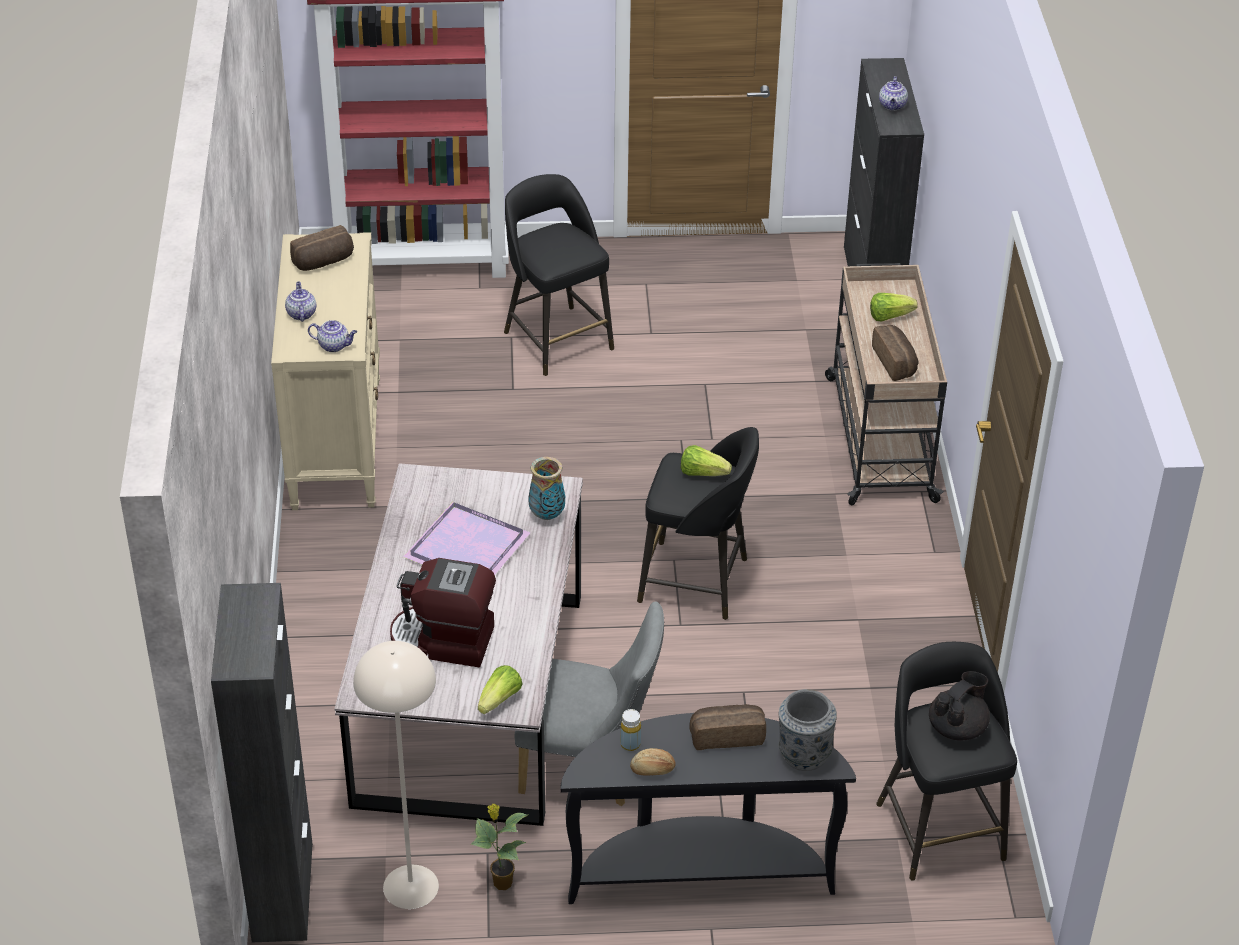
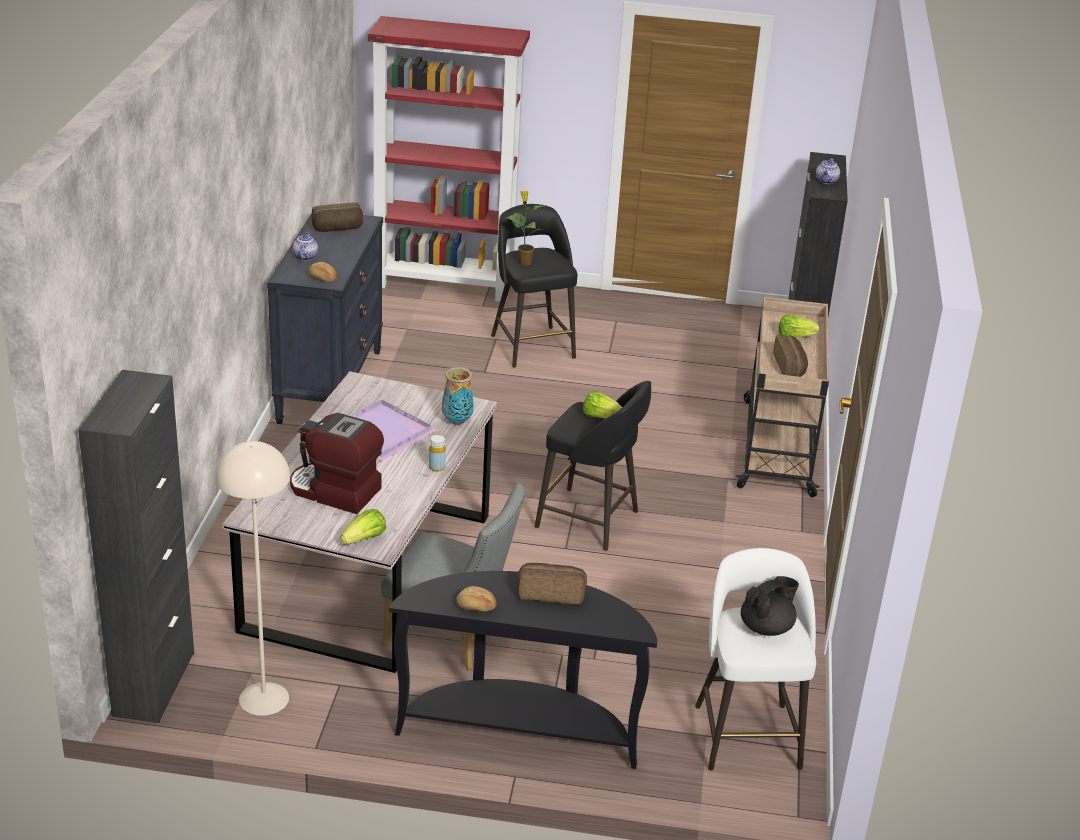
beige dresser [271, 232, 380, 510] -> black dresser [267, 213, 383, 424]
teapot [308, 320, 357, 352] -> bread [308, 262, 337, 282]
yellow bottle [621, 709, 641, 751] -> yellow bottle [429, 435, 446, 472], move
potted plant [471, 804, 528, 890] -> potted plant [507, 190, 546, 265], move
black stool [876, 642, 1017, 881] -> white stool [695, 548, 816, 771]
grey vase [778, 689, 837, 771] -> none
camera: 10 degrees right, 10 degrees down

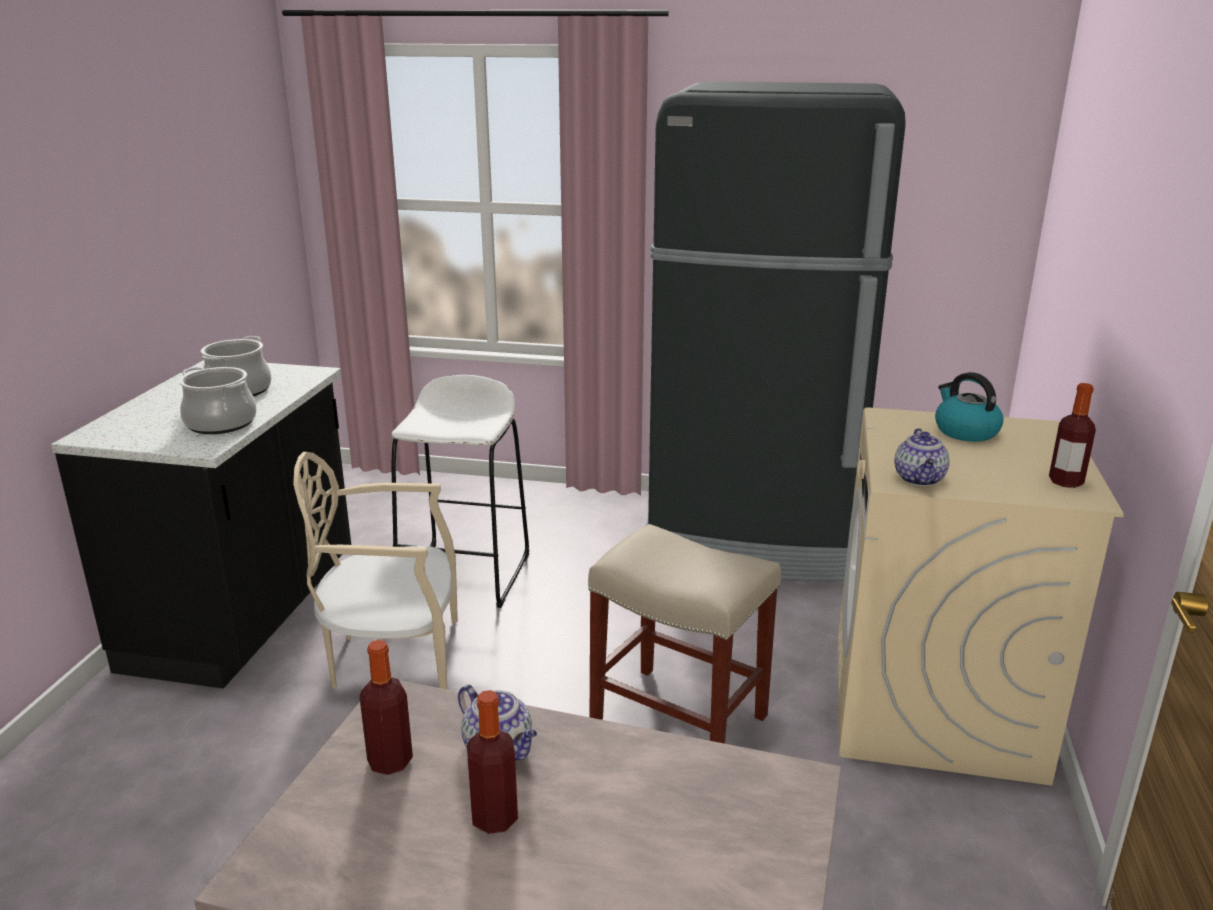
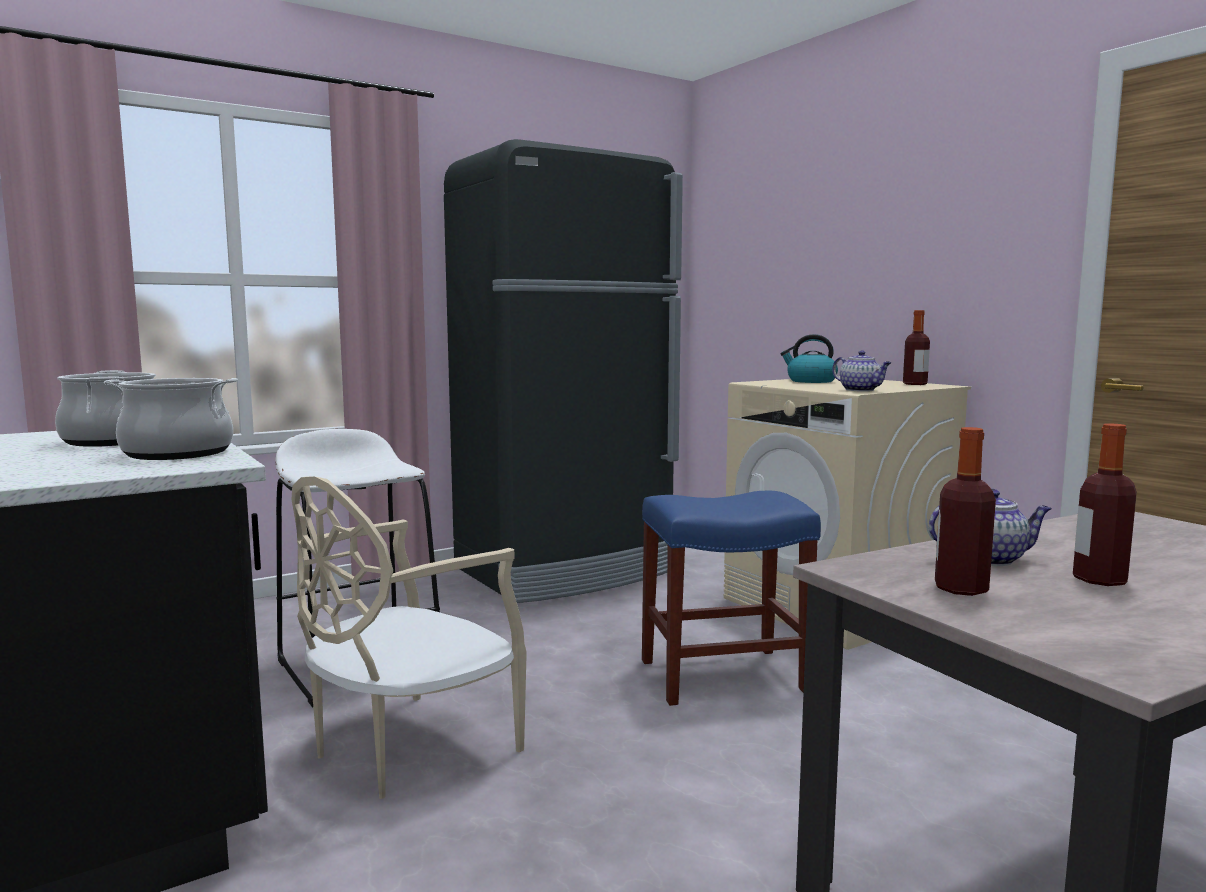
beige stool [588, 524, 781, 744] -> blue stool [642, 491, 821, 706]
camera: 45 degrees left, 15 degrees down

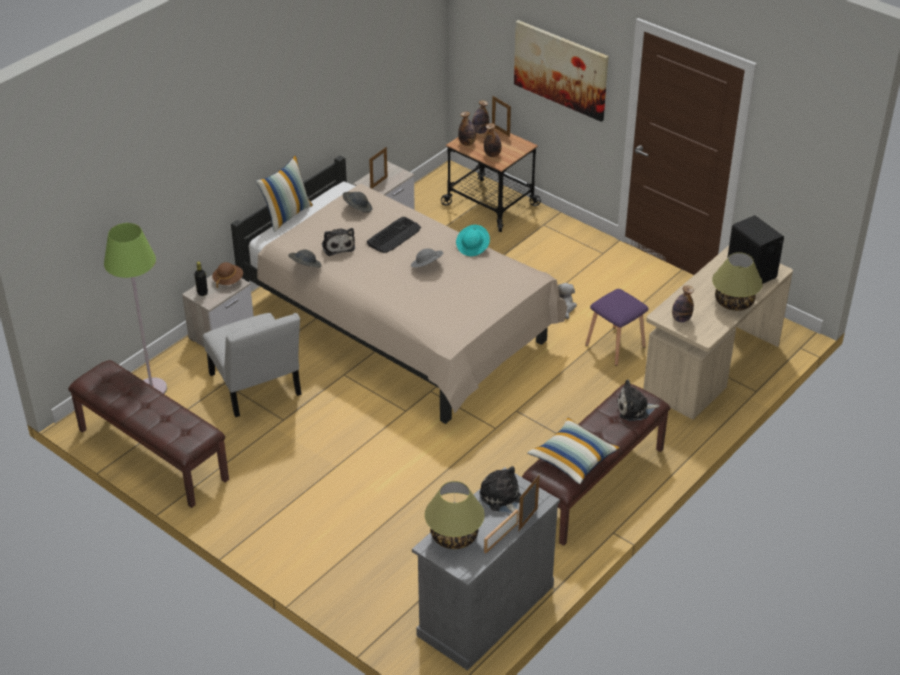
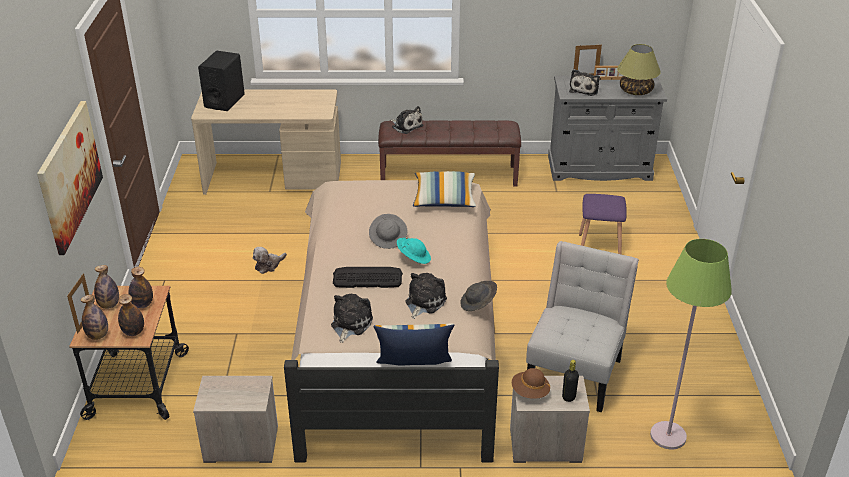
bottle [672, 285, 694, 323] -> bottle [94, 265, 119, 309], move
grey hat [343, 192, 372, 213] -> plush toy [331, 294, 373, 343]
turquoise hat [456, 225, 490, 256] -> turquoise hat [397, 238, 431, 264], move
pillow [527, 417, 620, 484] -> pillow [413, 171, 476, 207], move
purple stool [585, 289, 649, 366] -> purple stool [579, 194, 627, 255], move
brown bench [68, 360, 229, 508] -> none
picture frame [369, 147, 388, 189] -> none
table lamp [712, 252, 763, 311] -> none
camera: 130 degrees left, 5 degrees down

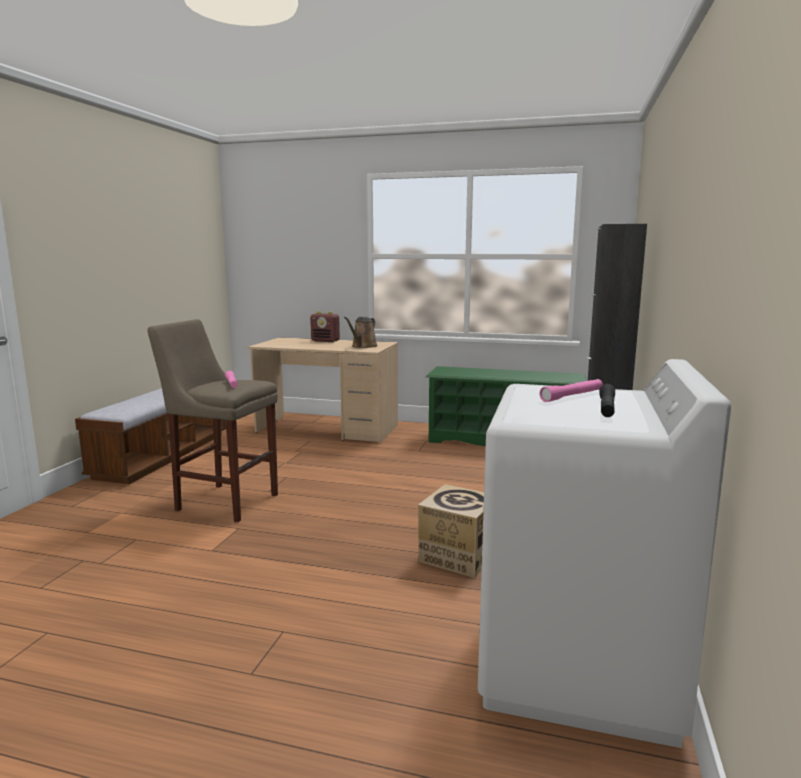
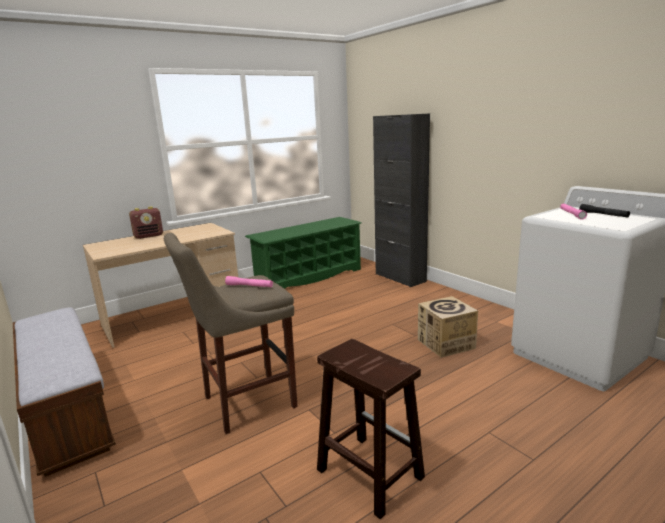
none -> brown stool [317, 339, 425, 519]
brown watering can [344, 317, 378, 348] -> none
camera: 50 degrees left, 5 degrees up

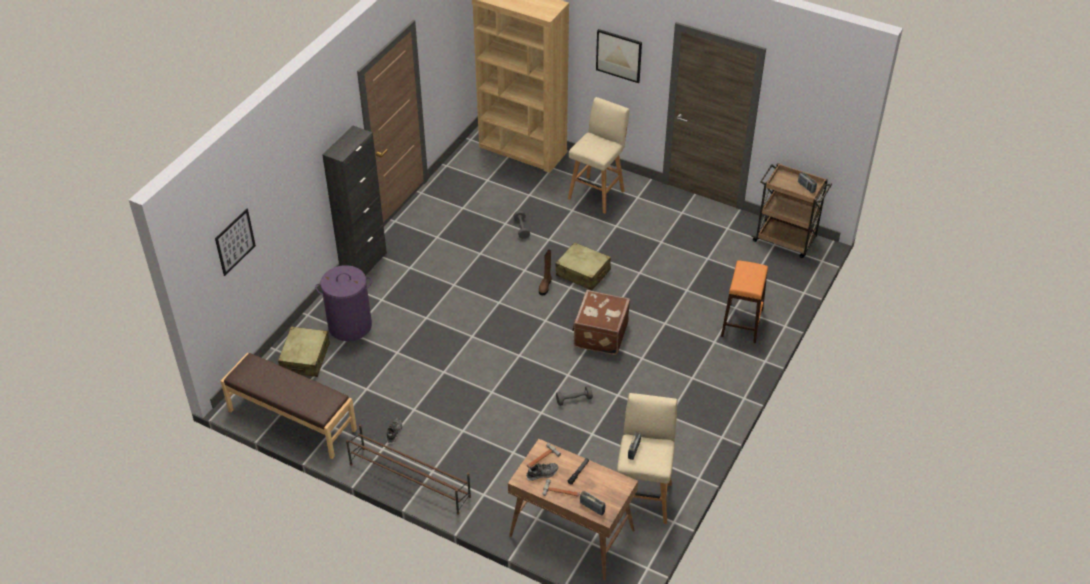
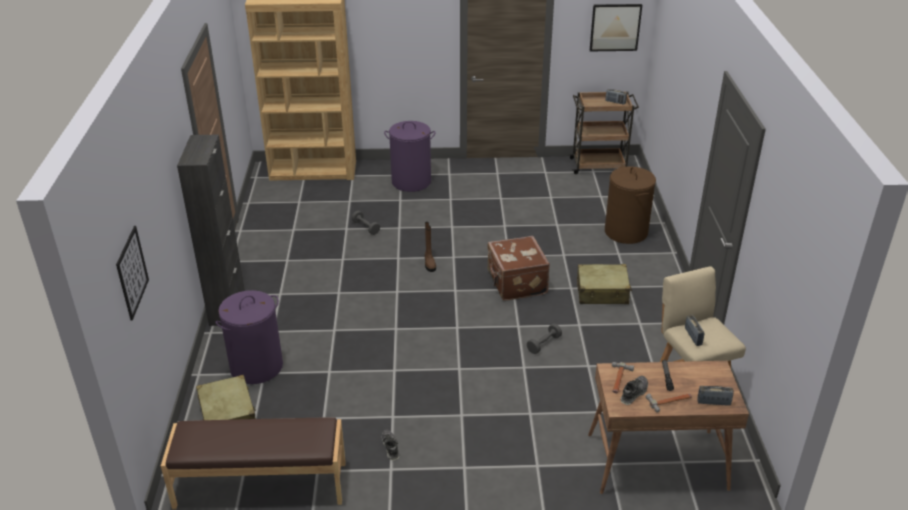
beige stool [568, 97, 629, 214] -> purple laundry basket [384, 121, 436, 192]
beige suitcase [555, 242, 611, 290] -> beige suitcase [577, 264, 632, 304], move
picture [596, 29, 642, 83] -> picture [589, 4, 642, 51], move
orange stool [721, 261, 768, 343] -> brown laundry basket [605, 166, 656, 244]
brown shoe rack [346, 425, 471, 515] -> none
camera: 30 degrees left, 10 degrees down

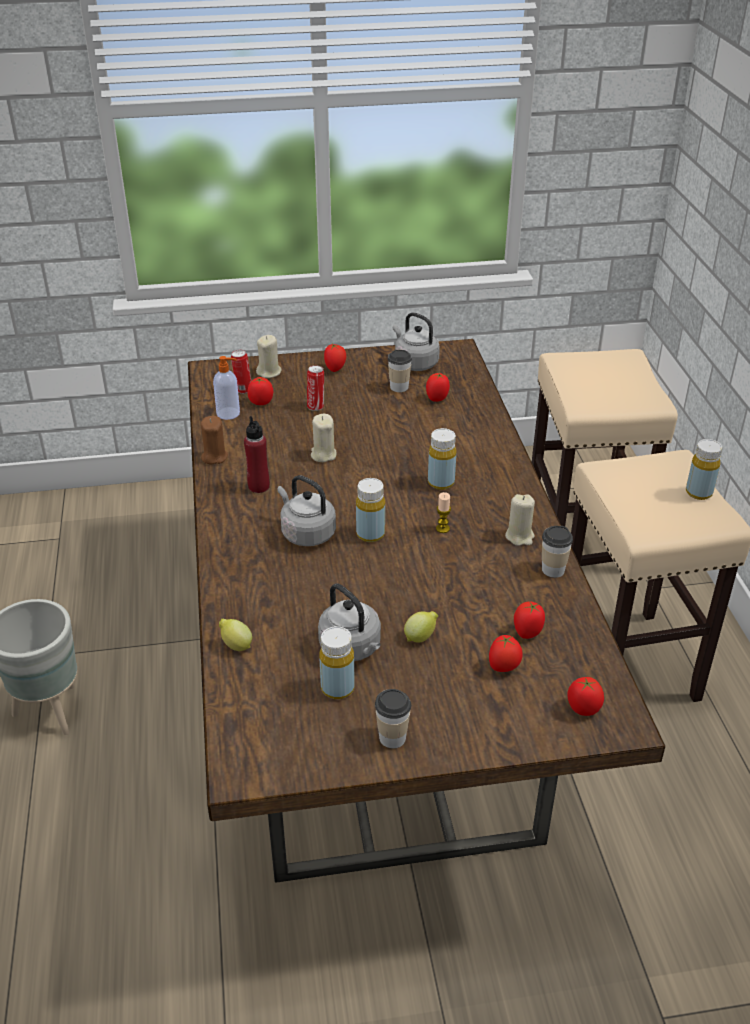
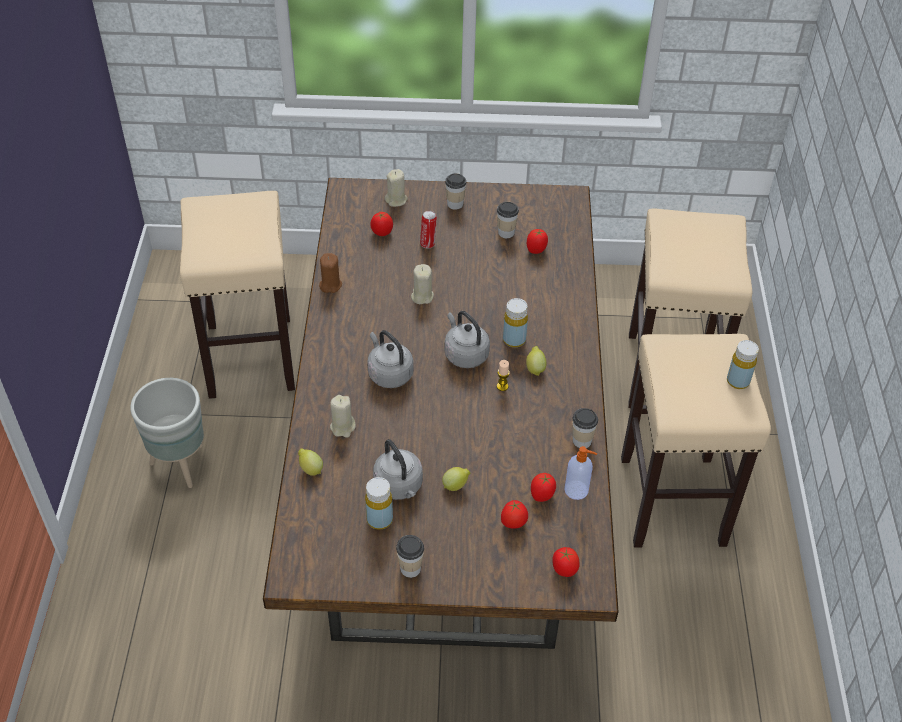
none -> beige stool [180, 191, 295, 399]
beige candle [505, 494, 535, 546] -> beige candle [330, 395, 356, 438], move
grey kettle [393, 312, 440, 371] -> grey kettle [444, 311, 490, 368], move
tomato [324, 344, 346, 372] -> cup [445, 173, 466, 210]
none -> lemon [526, 346, 546, 376]
soap dispenser [213, 356, 240, 420] -> soap dispenser [564, 446, 598, 500], move
can [231, 350, 251, 394] -> none
red bottle [244, 416, 270, 493] -> none
yellow bottle [356, 478, 385, 542] -> none
camera: 10 degrees right, 10 degrees up

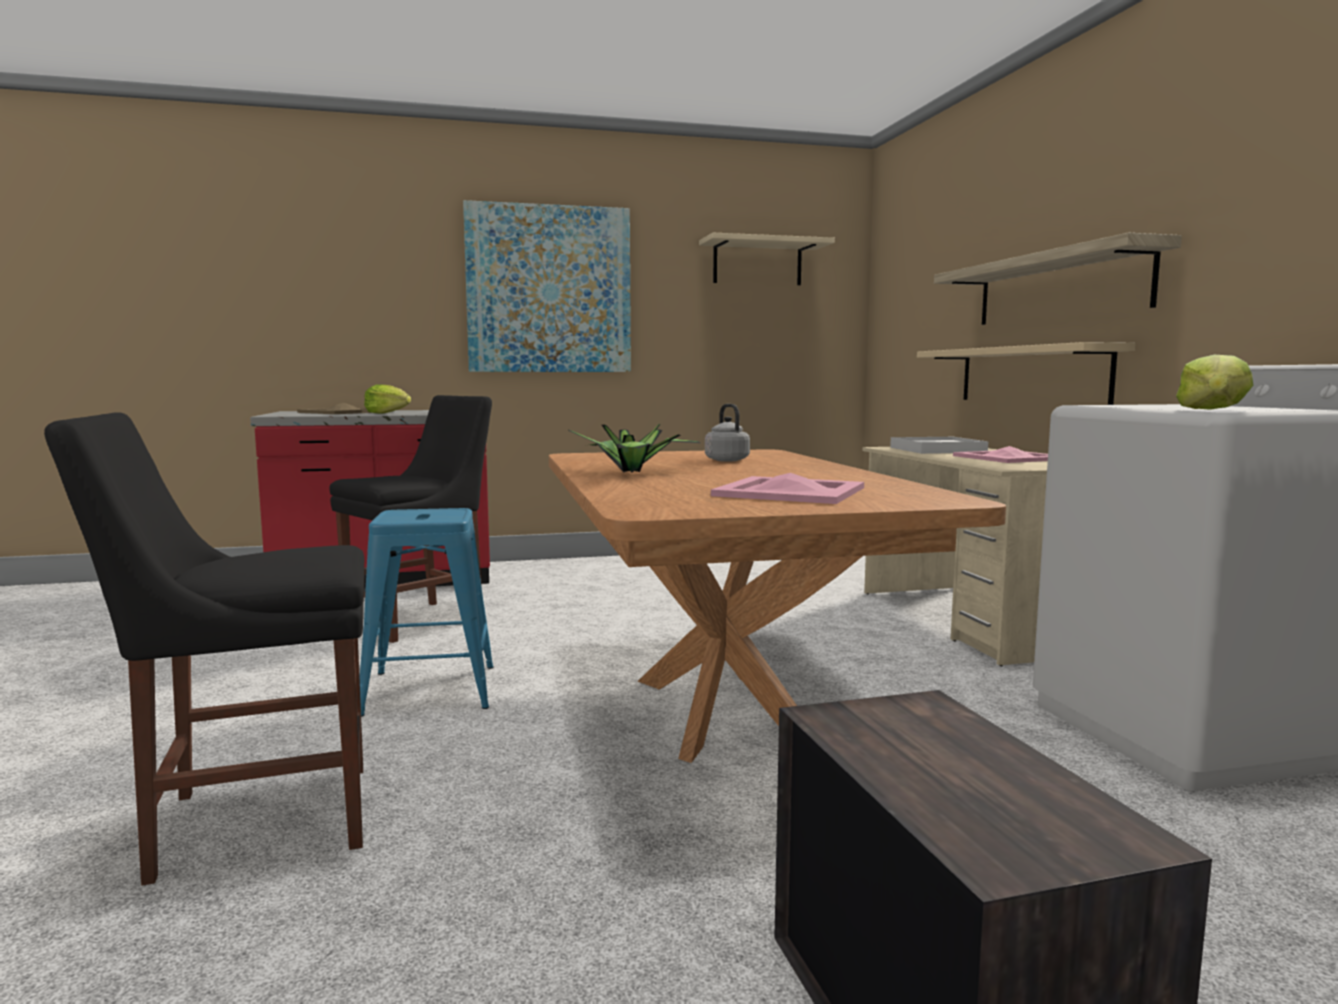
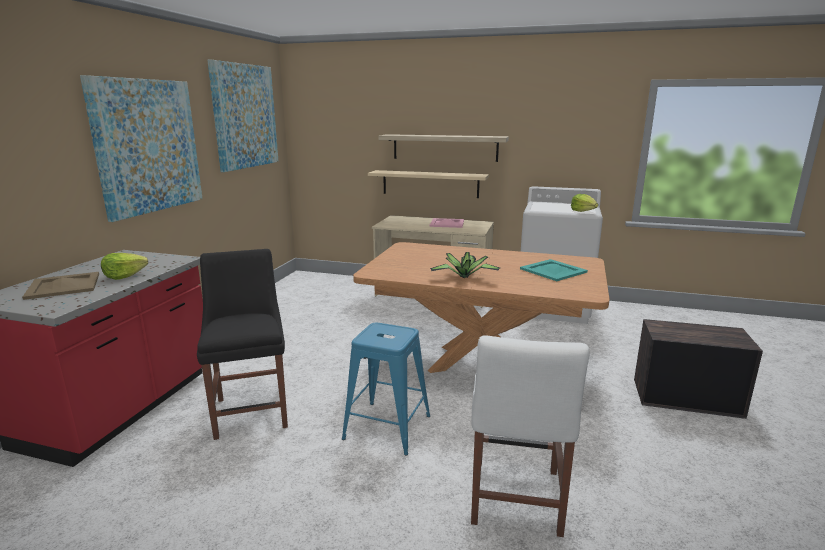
beige shelf [699, 233, 835, 285] -> picture [207, 60, 279, 172]
black chair [44, 412, 365, 886] -> white chair [471, 335, 589, 537]
pink tray [711, 473, 864, 504] -> turquoise tray [520, 259, 588, 281]
grey kettle [705, 404, 750, 462] -> none
white tray [890, 437, 988, 454] -> none
camera: 60 degrees left, 10 degrees up

